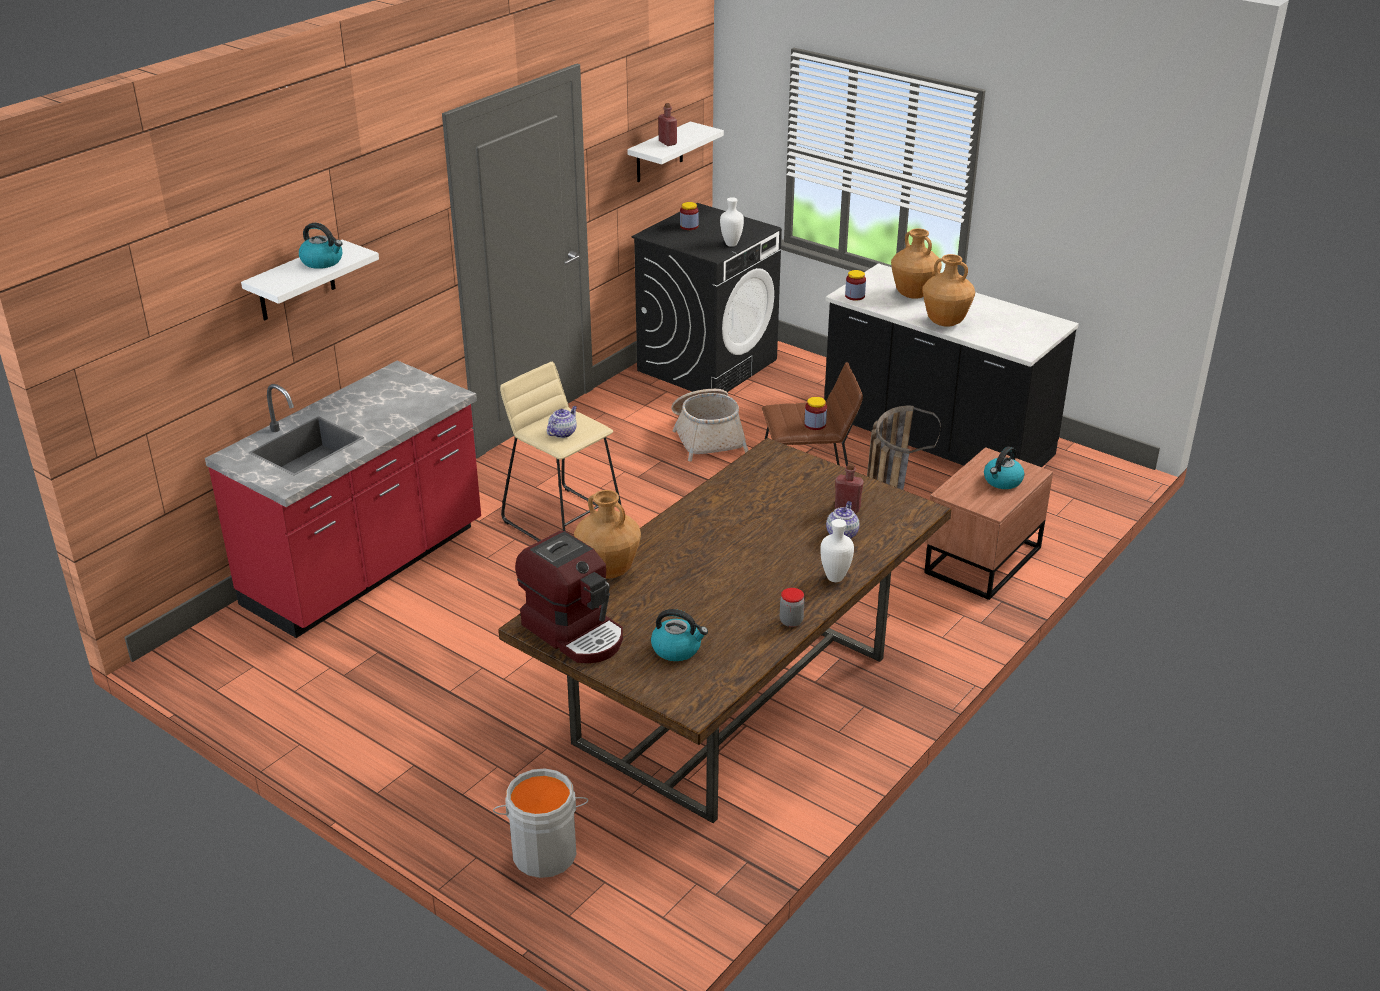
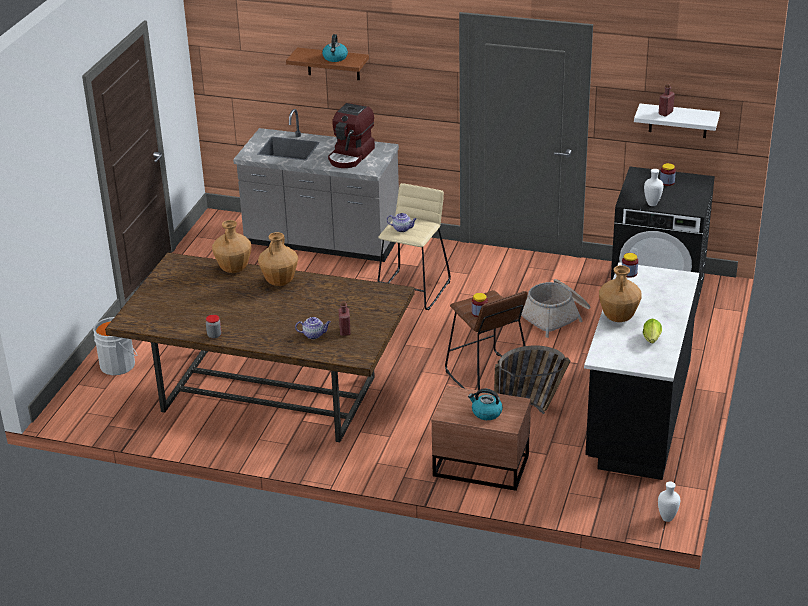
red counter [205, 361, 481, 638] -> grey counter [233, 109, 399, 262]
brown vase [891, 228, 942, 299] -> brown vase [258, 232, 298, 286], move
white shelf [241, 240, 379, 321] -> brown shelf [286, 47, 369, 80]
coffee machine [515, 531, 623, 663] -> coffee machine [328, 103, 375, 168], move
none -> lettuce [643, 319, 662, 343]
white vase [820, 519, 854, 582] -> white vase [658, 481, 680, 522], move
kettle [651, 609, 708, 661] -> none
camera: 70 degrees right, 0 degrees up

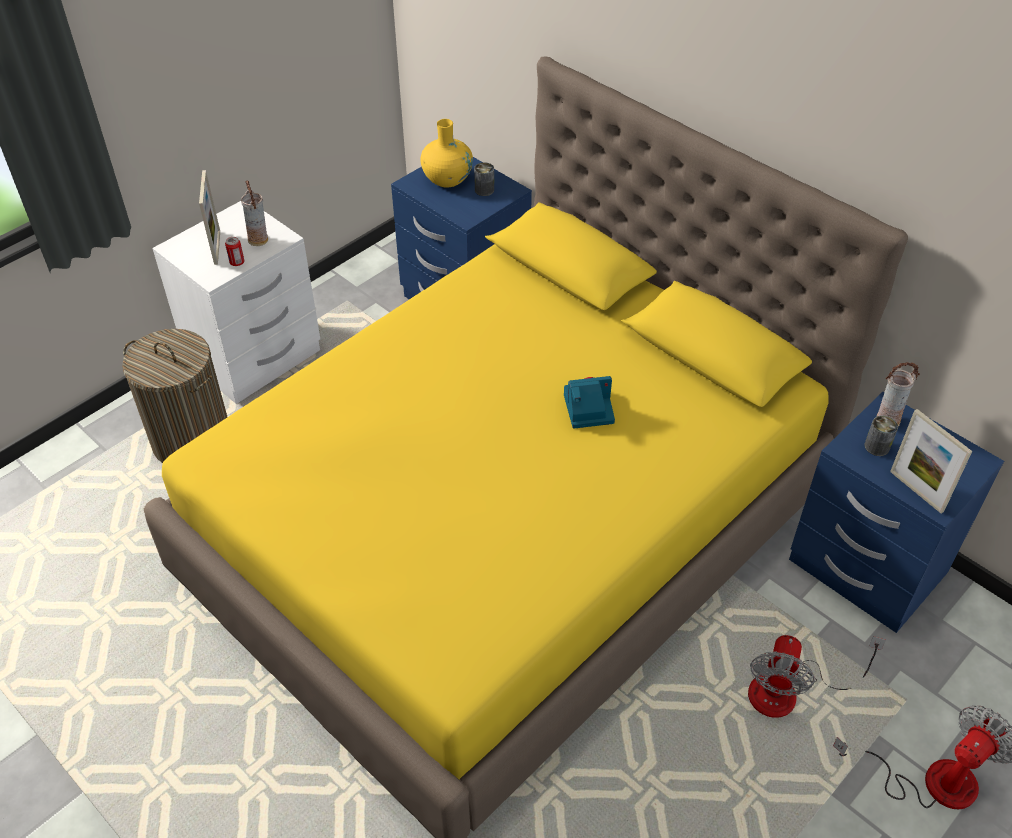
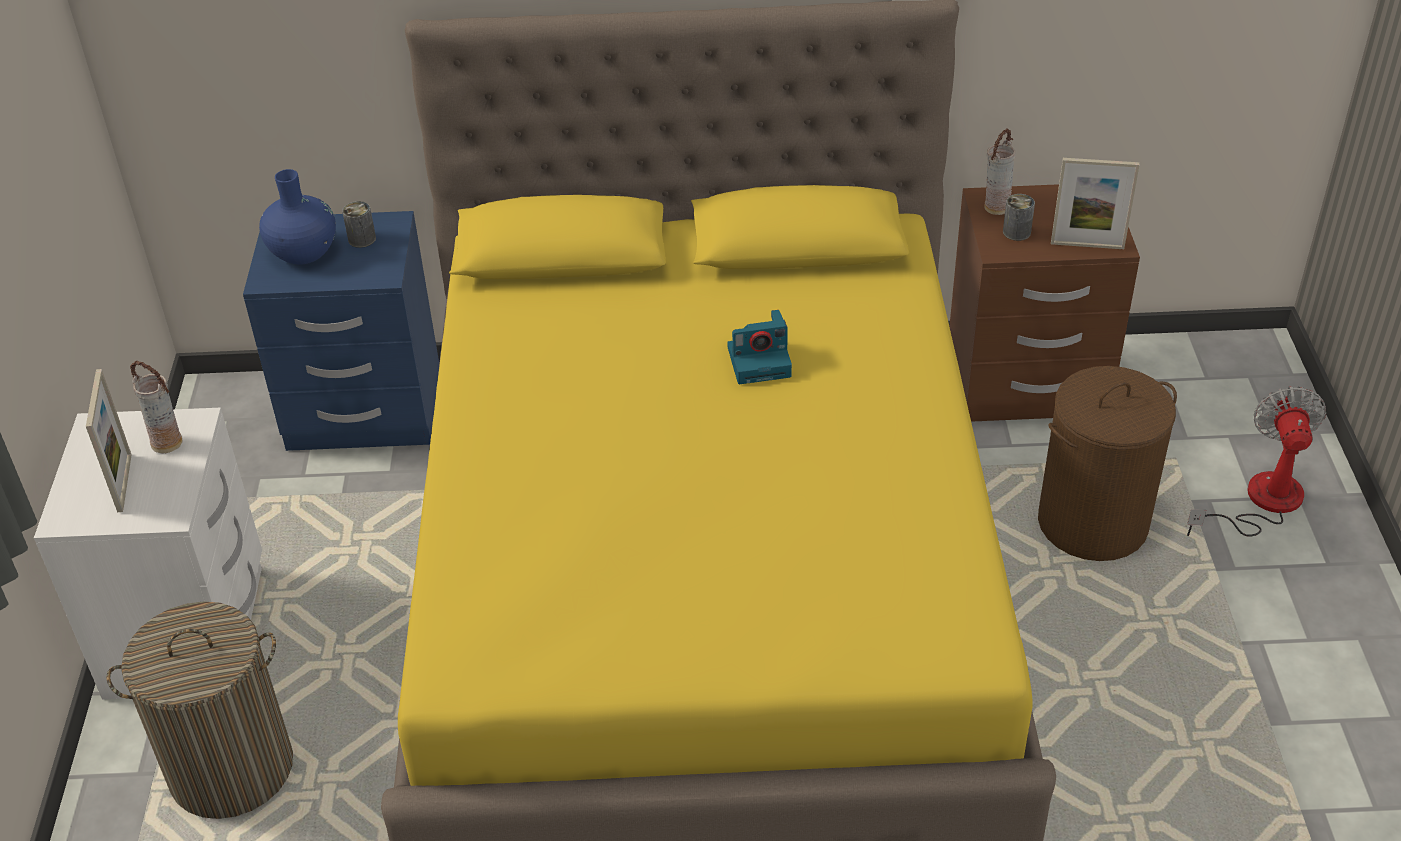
picture frame [199, 170, 220, 265] -> picture frame [86, 369, 132, 512], 45 degrees clockwise
yellow vase [420, 119, 473, 187] -> blue vase [259, 169, 336, 265]
photo camera [564, 376, 615, 428] -> photo camera [727, 310, 792, 384], 135 degrees counterclockwise
blue nightstand [789, 392, 1004, 633] -> brown nightstand [949, 184, 1140, 422]
fan [748, 635, 886, 718] -> brown laundry basket [1038, 366, 1177, 561]
can [225, 237, 244, 266] -> none
camera: 45 degrees left, 5 degrees down

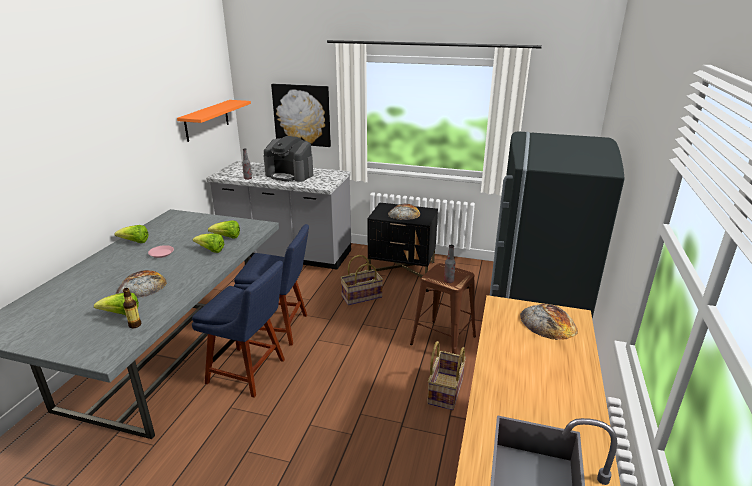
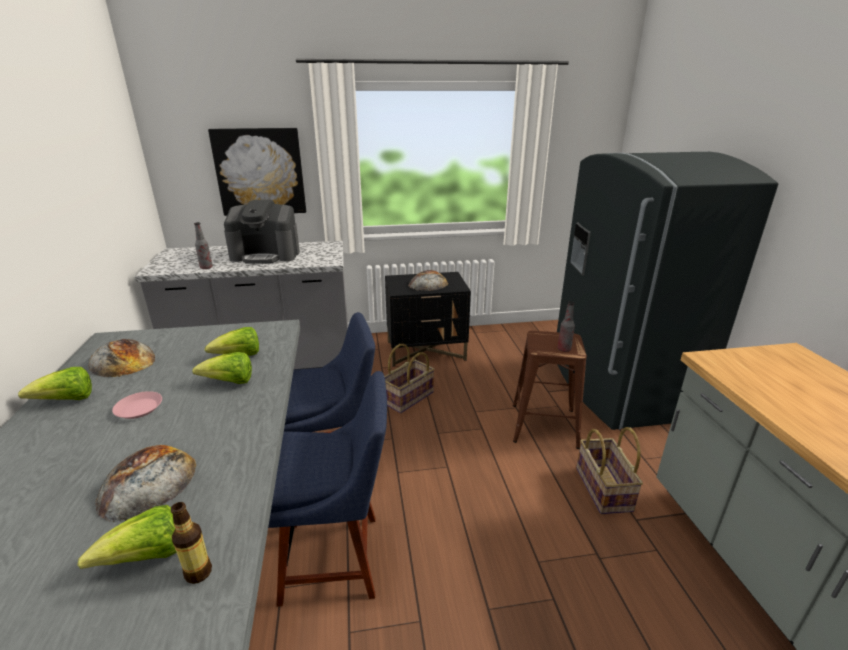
bread [520, 304, 577, 340] -> bread [88, 339, 155, 377], move
orange shelf [177, 100, 251, 142] -> none
camera: 25 degrees left, 0 degrees up

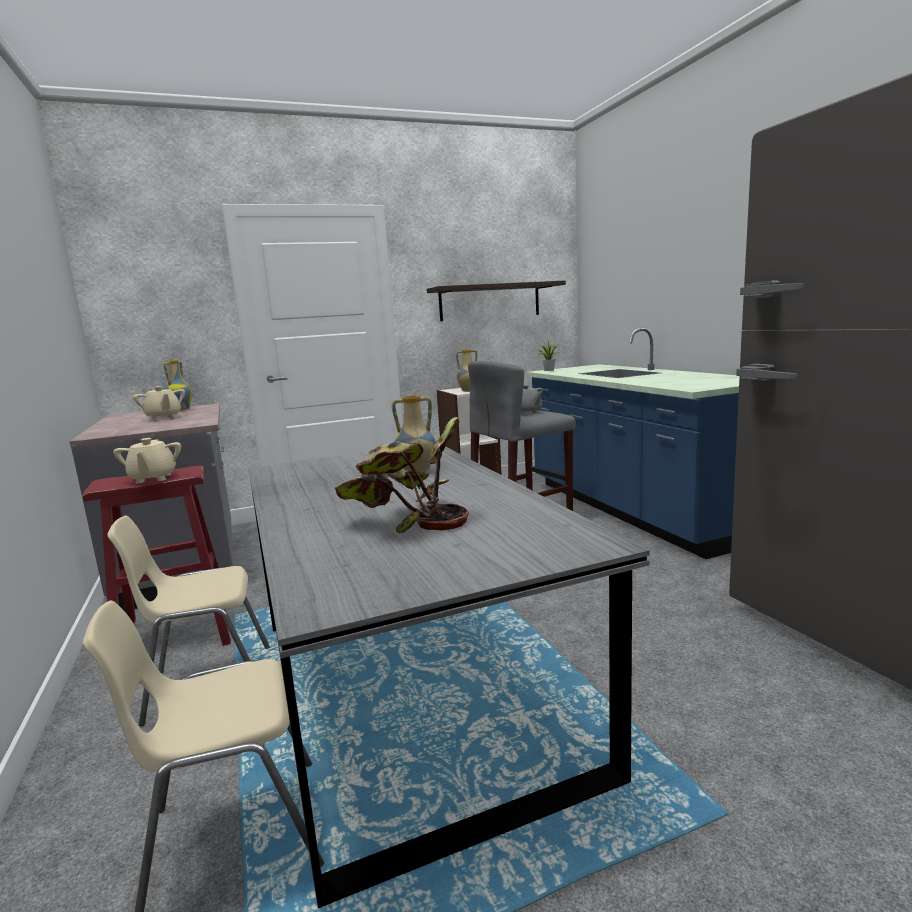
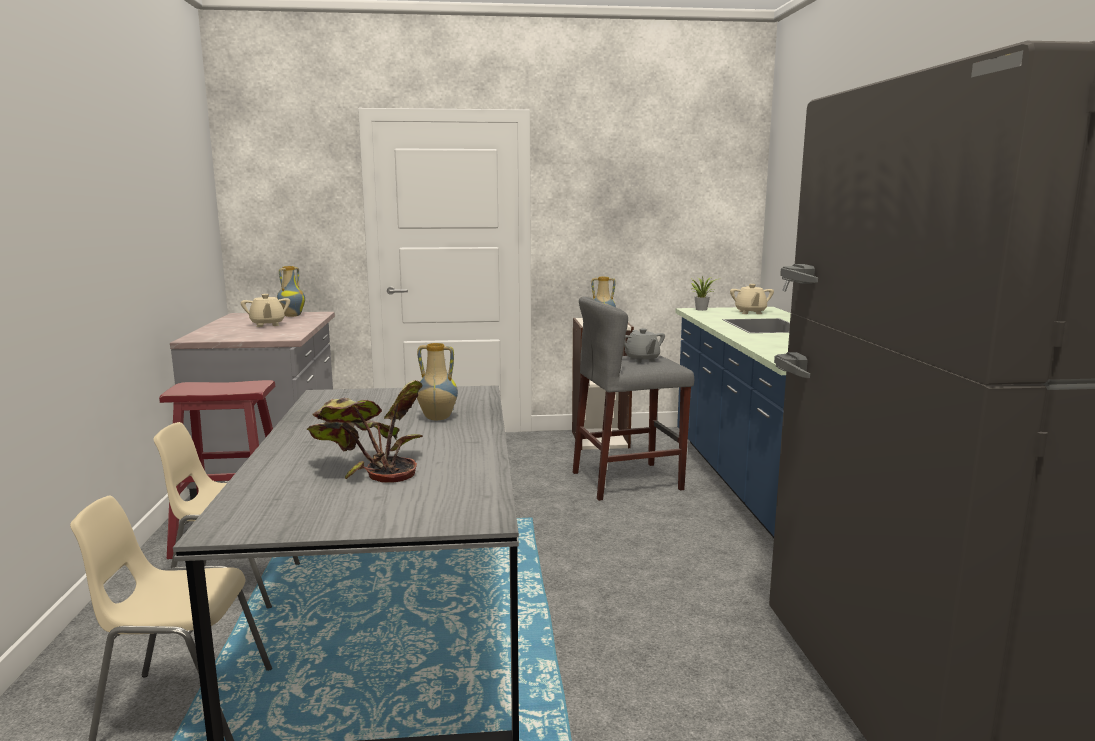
beige teapot [113, 438, 181, 484] -> beige teapot [730, 284, 774, 314], move
shelf [427, 281, 566, 321] -> none
camera: 15 degrees right, 0 degrees up

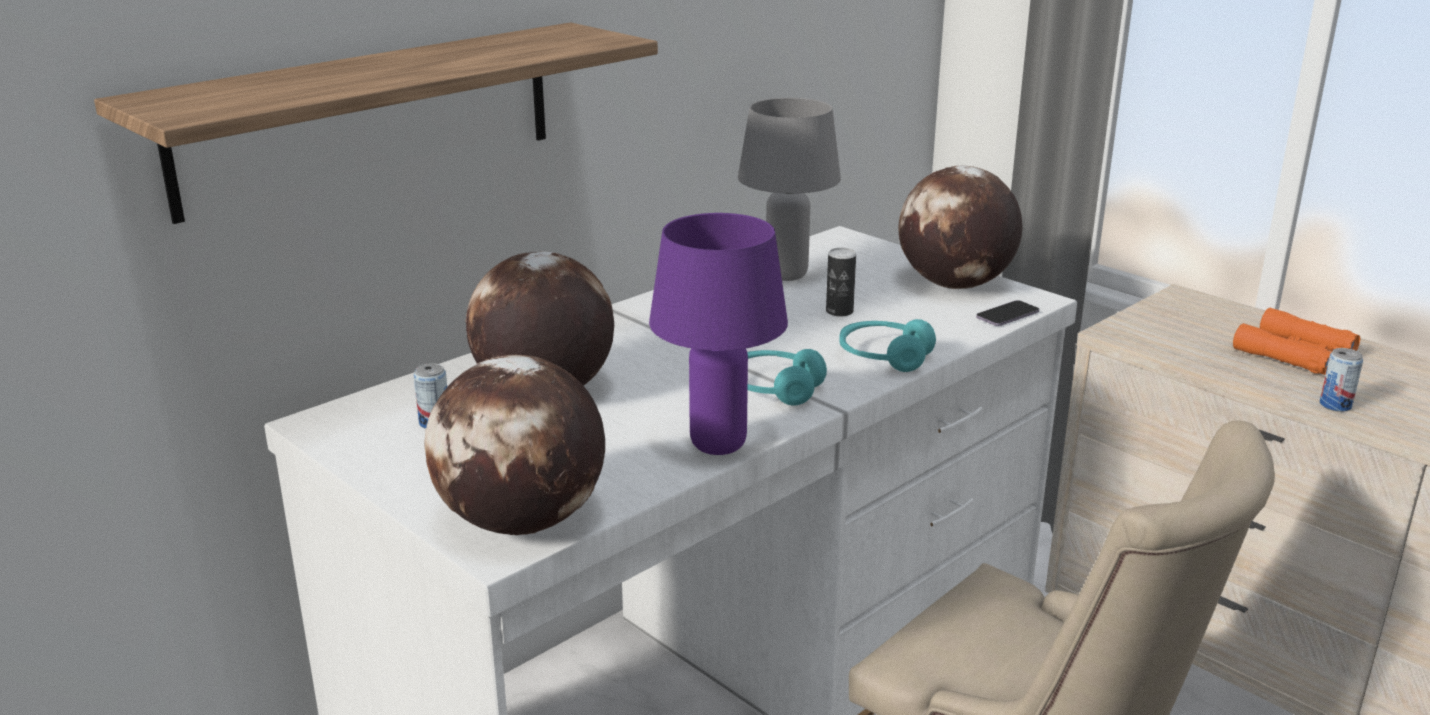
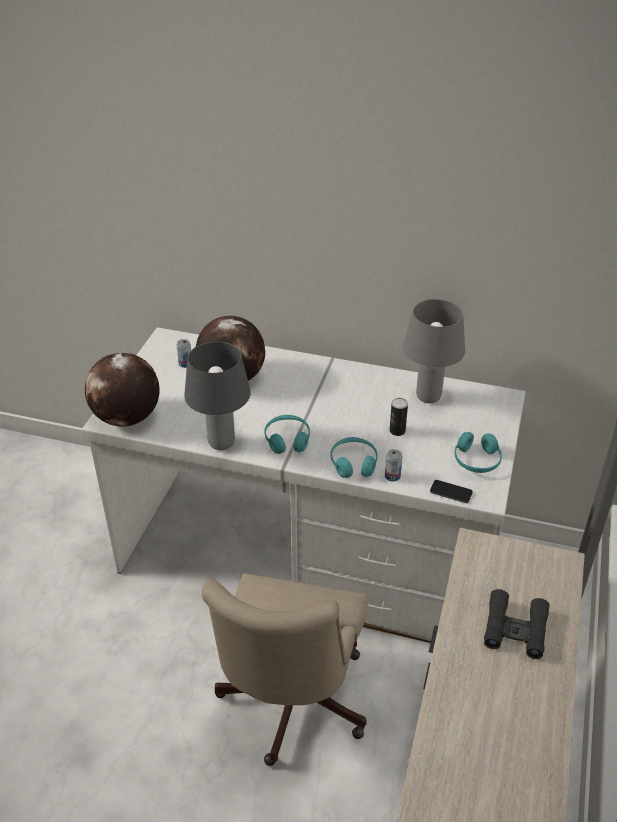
purple table lamp [649, 213, 788, 455] -> grey table lamp [184, 341, 251, 450]
can [1319, 348, 1363, 412] -> can [385, 449, 403, 481], move
globe [898, 166, 1022, 289] -> turquoise headphones [454, 432, 502, 473]
orange binoculars [1233, 307, 1360, 375] -> black binoculars [484, 589, 550, 659]
shelf [94, 22, 658, 224] -> none
camera: 60 degrees right, 15 degrees up

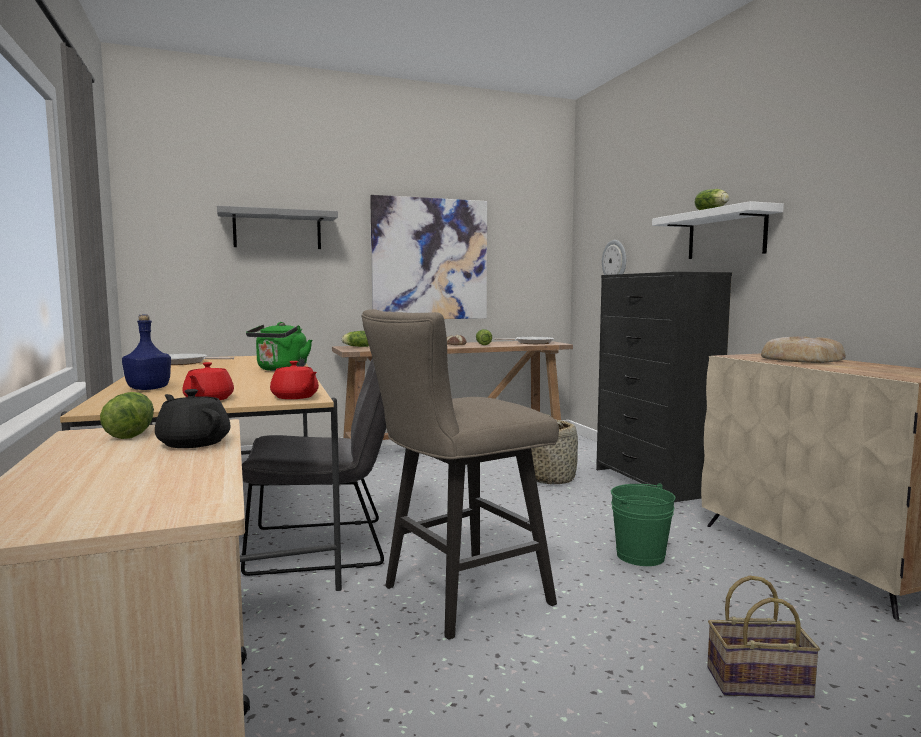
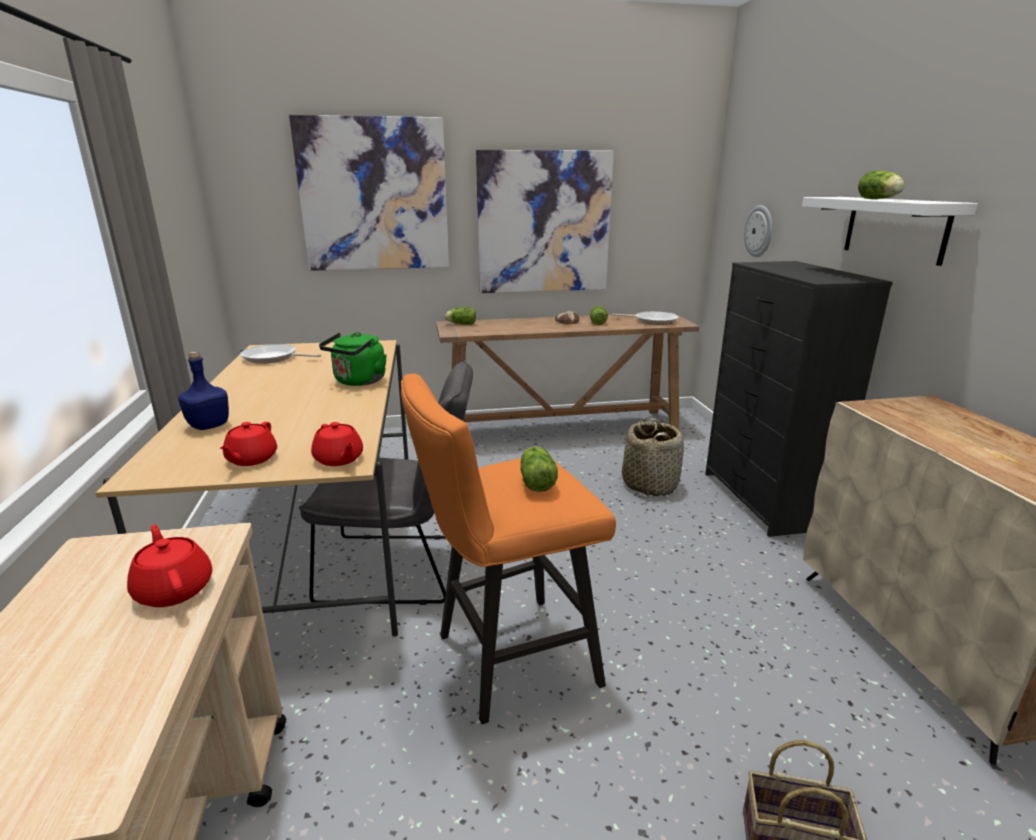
black teapot [155, 389, 231, 448] -> red teapot [127, 525, 212, 607]
grey shelf [217, 206, 338, 249] -> picture [289, 115, 449, 271]
beige stool [361, 309, 559, 640] -> orange stool [401, 374, 616, 724]
lettuce [100, 392, 154, 439] -> lettuce [520, 447, 558, 492], move
green bucket [611, 483, 675, 566] -> none
bread [761, 336, 846, 363] -> none
camera: 10 degrees right, 15 degrees up

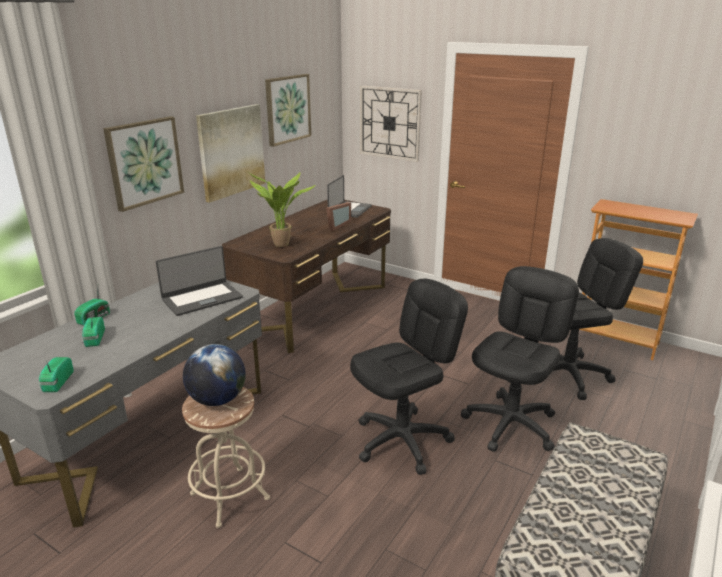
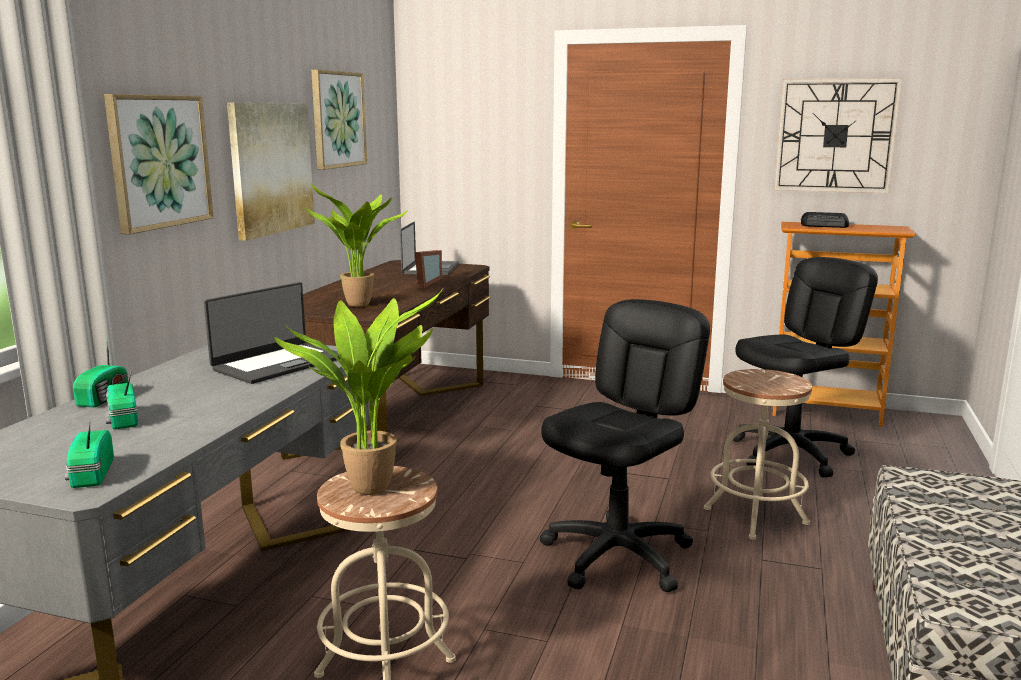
globe [183, 344, 246, 406] -> potted plant [274, 287, 444, 495]
black office chair [461, 266, 579, 452] -> beige stool [704, 369, 812, 540]
wall clock [360, 86, 422, 162] -> wall clock [774, 78, 902, 193], move
none -> radio [801, 212, 849, 228]
camera: 15 degrees left, 10 degrees down

